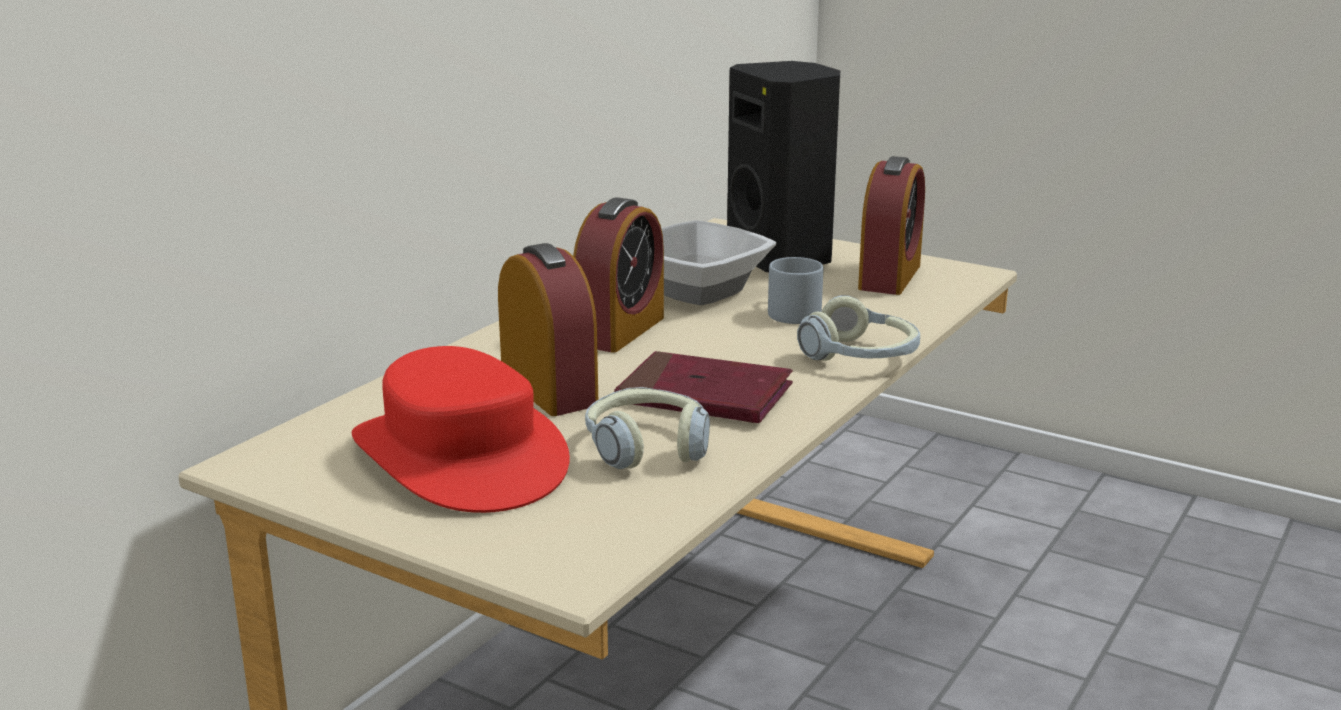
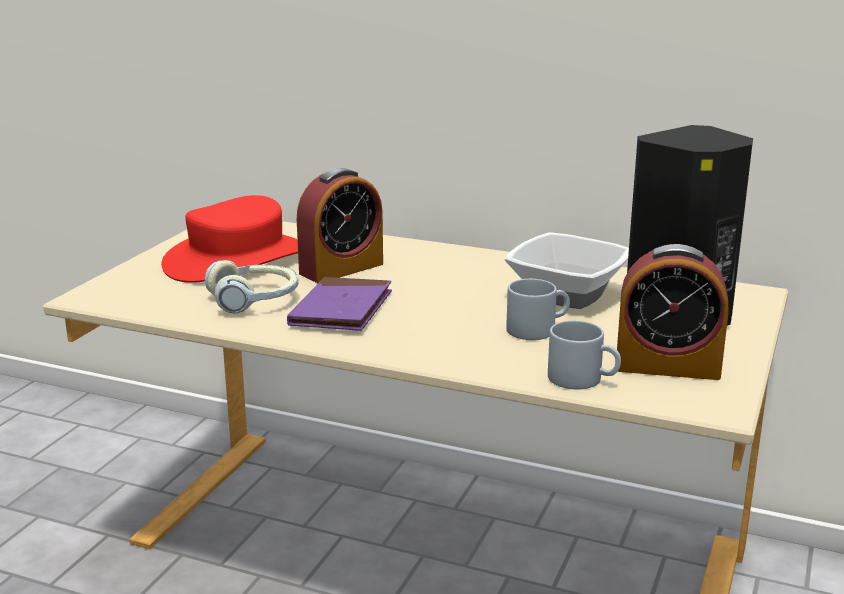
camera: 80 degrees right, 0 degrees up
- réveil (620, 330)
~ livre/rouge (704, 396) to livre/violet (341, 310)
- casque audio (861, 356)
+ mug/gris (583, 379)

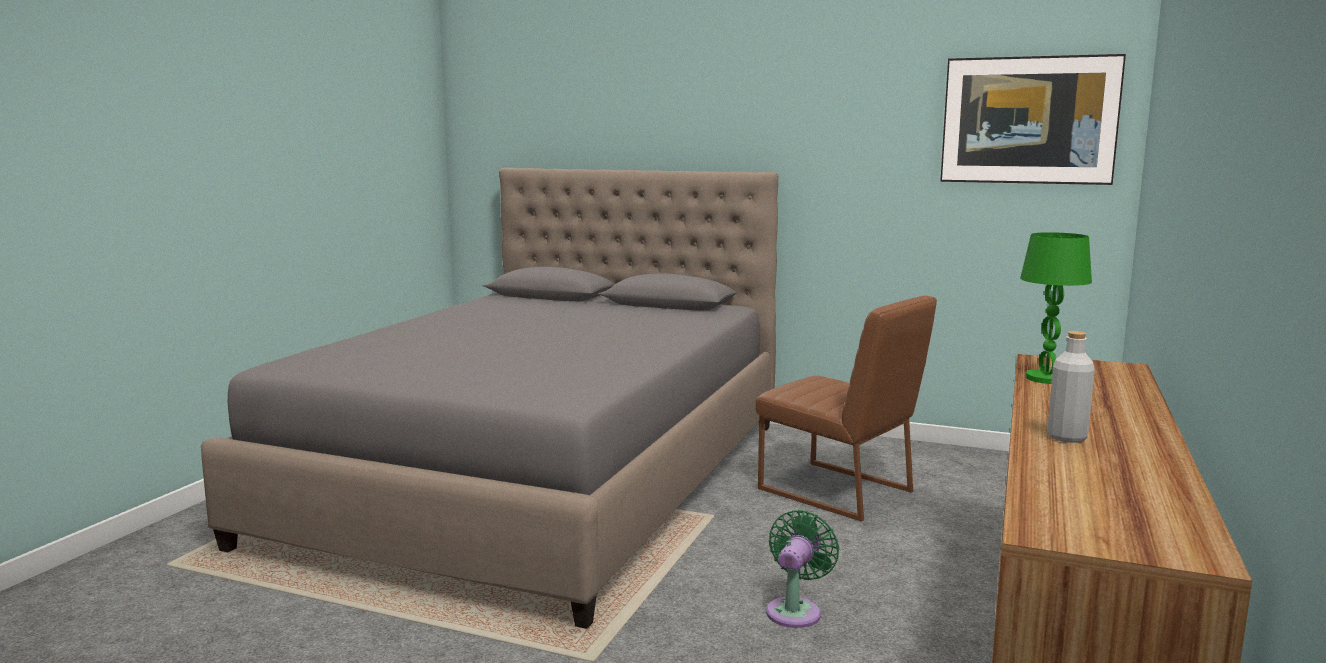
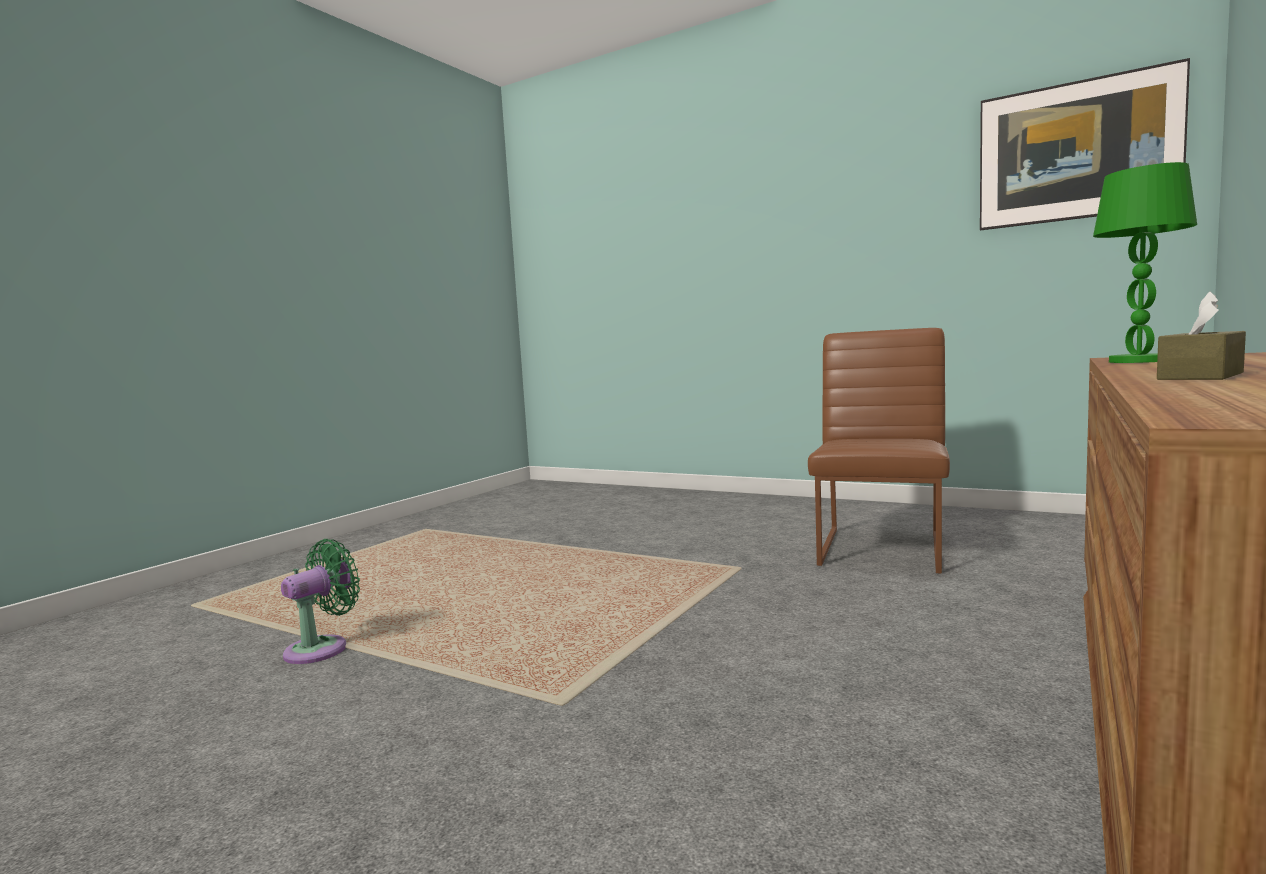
camera: 10 degrees right, 5 degrees down
- lit/gris (542, 479)
~ chaise/marron (838, 491) = (882, 548) 120 degrees counterclockwise
~ ventilateur/vert (795, 610) to (322, 648)
~ bouteille/gris (1066, 437) to boîte à mouchoirs/marron (1200, 376)

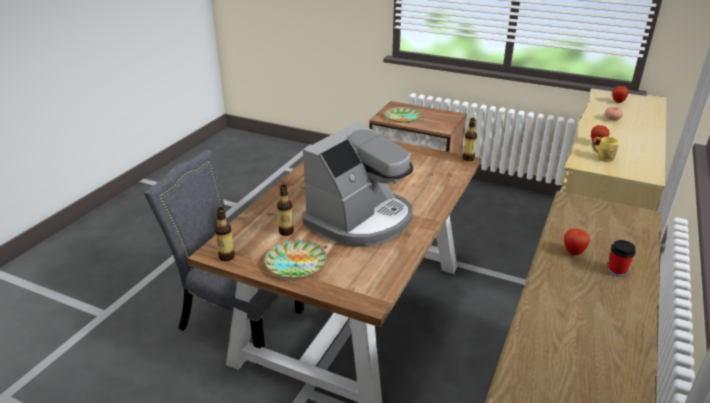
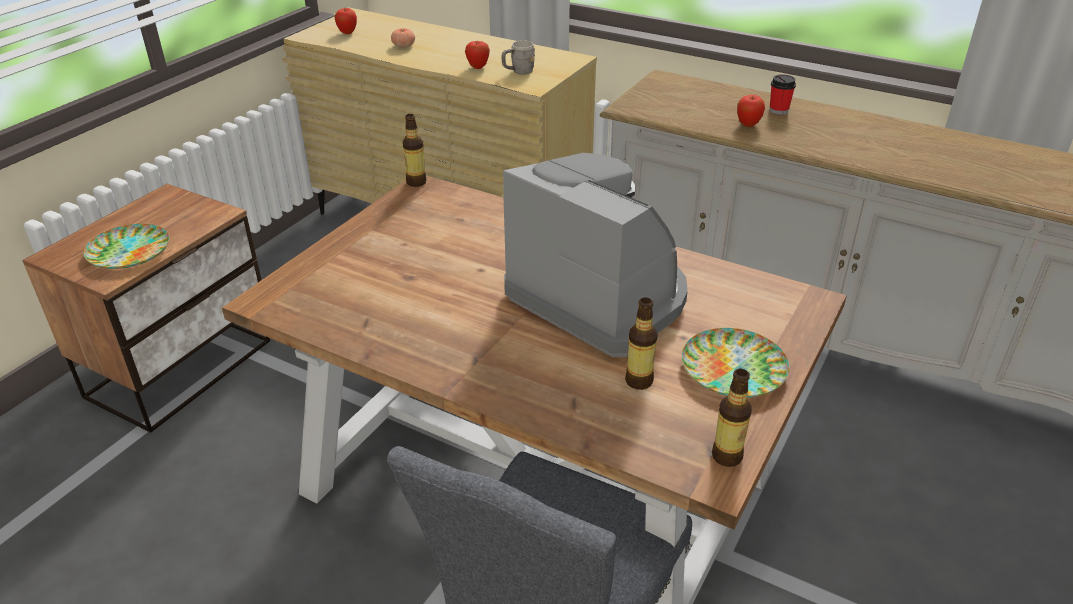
camera: 85 degrees left, 5 degrees up
~ mug/jaune (602, 157) to mug/gris (518, 72)

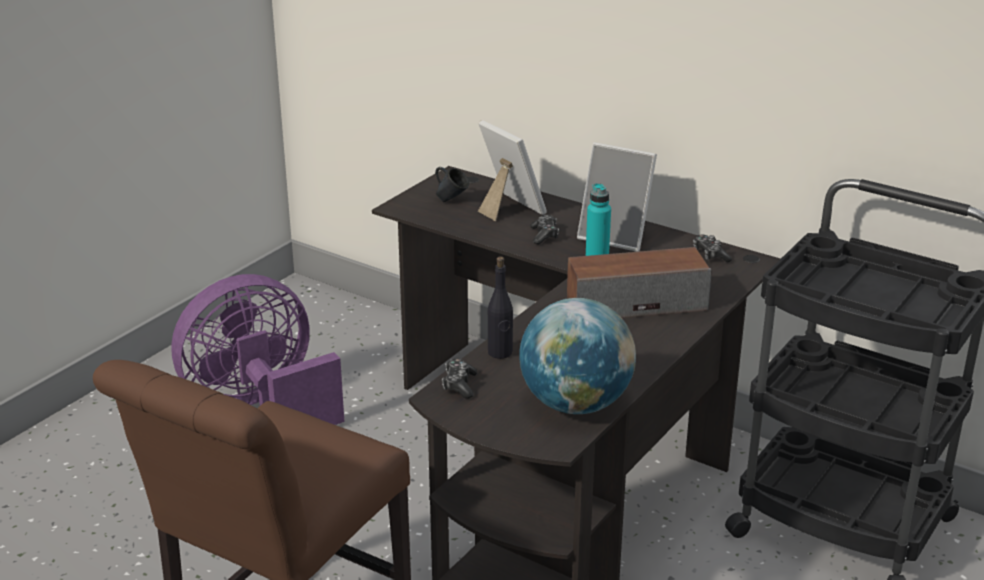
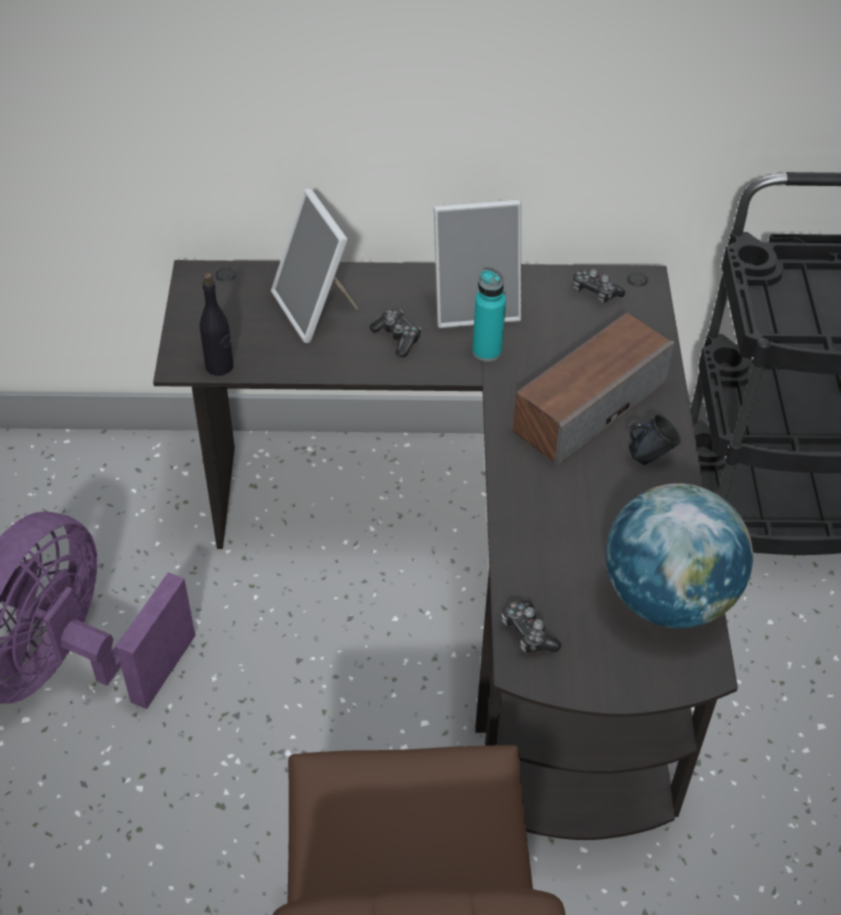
camera: 35 degrees left, 20 degrees up
~ mug/bleu (451, 201) to (649, 457)
~ cadre photo (508, 209) = (316, 309) 135 degrees counterclockwise
~ bouteille/noir (500, 352) to (219, 366)

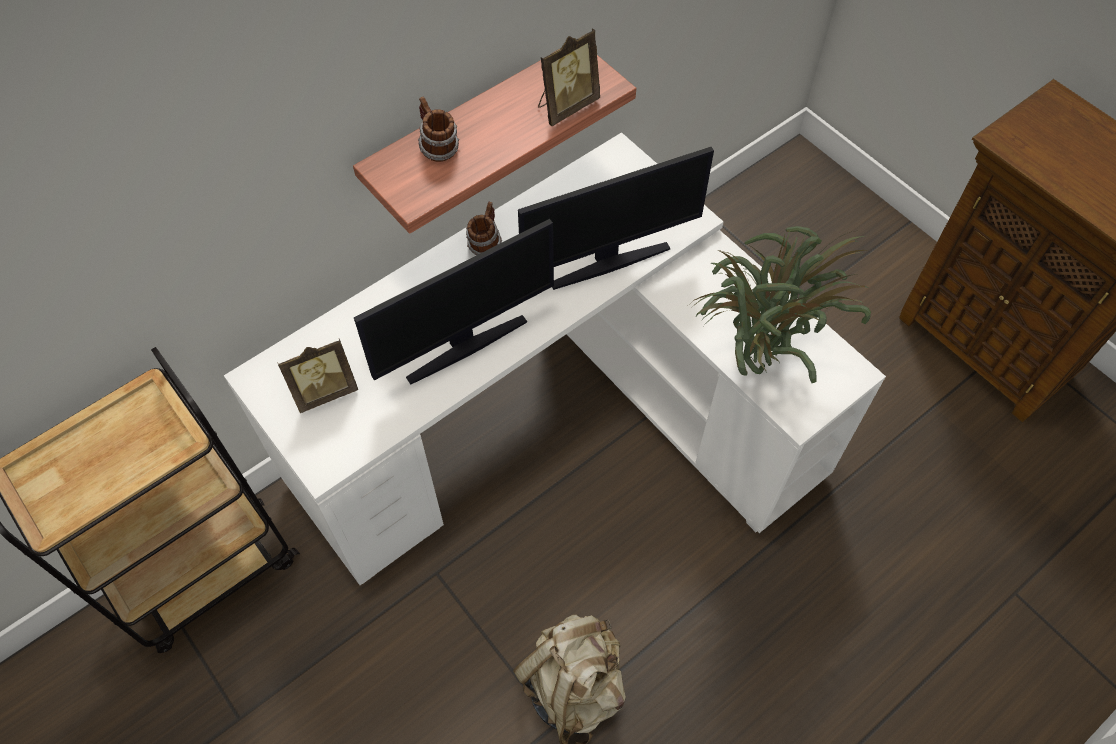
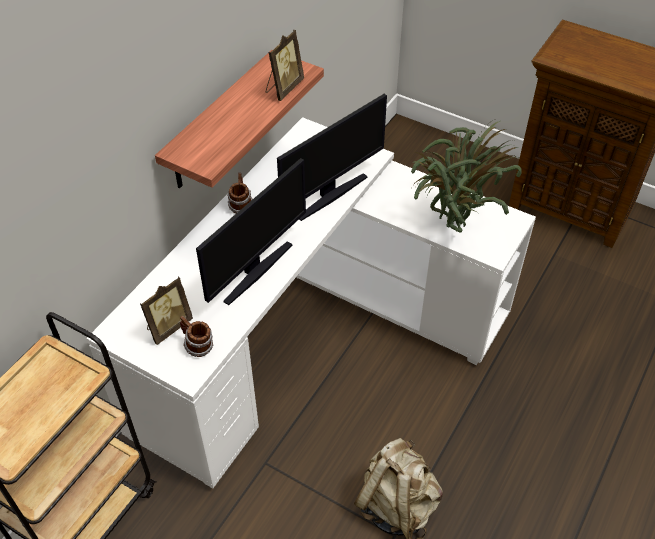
camera: 20 degrees left, 10 degrees down
~ mug (437, 148) to (197, 346)

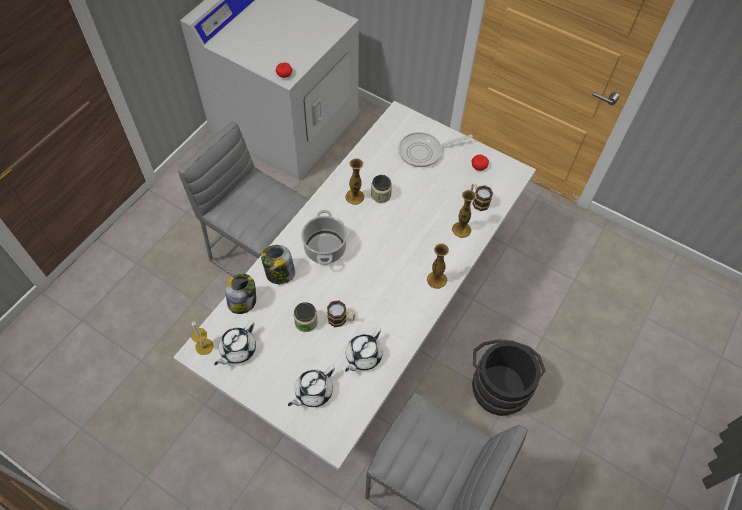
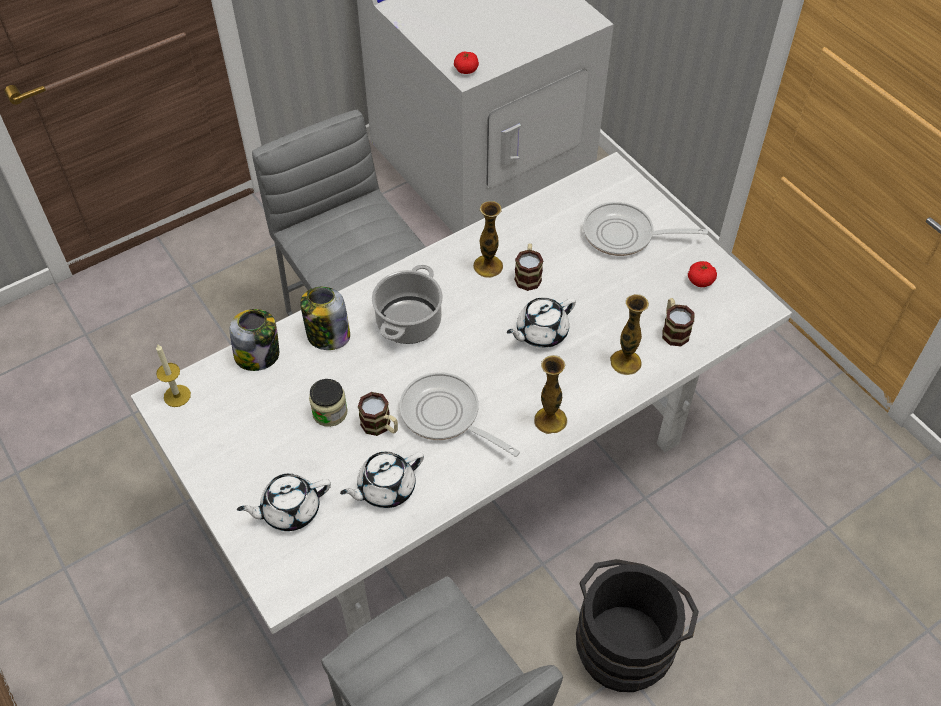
camera: 25 degrees right, 5 degrees down
~ théière/blanc (237, 350) to (540, 332)
~ bocal (381, 195) to mug (528, 275)
+ poêle (445, 416)

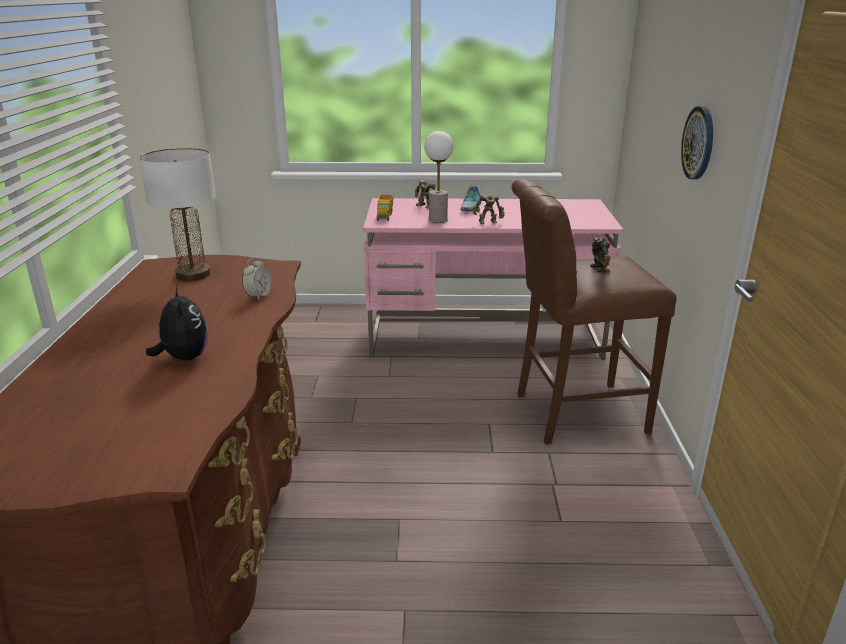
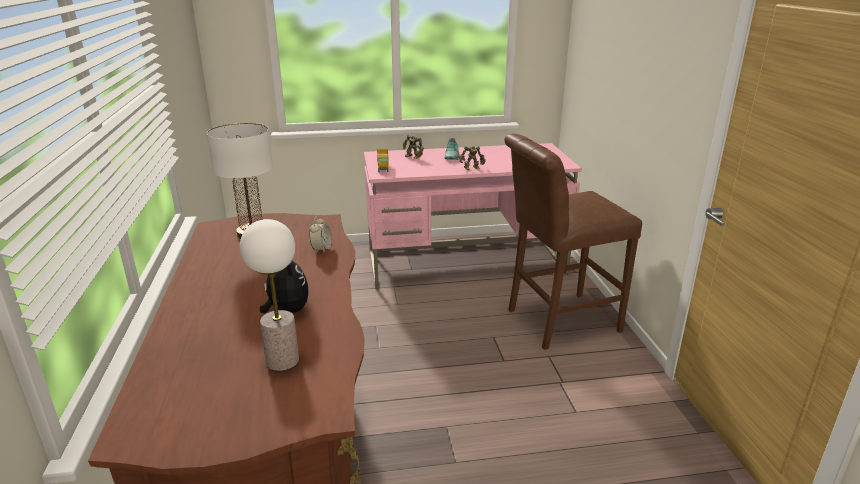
camera: 10 degrees left, 0 degrees up
~ lampe de table (438, 220) to (282, 361)
- robot jouet (601, 268)
- horloge murale (699, 143)

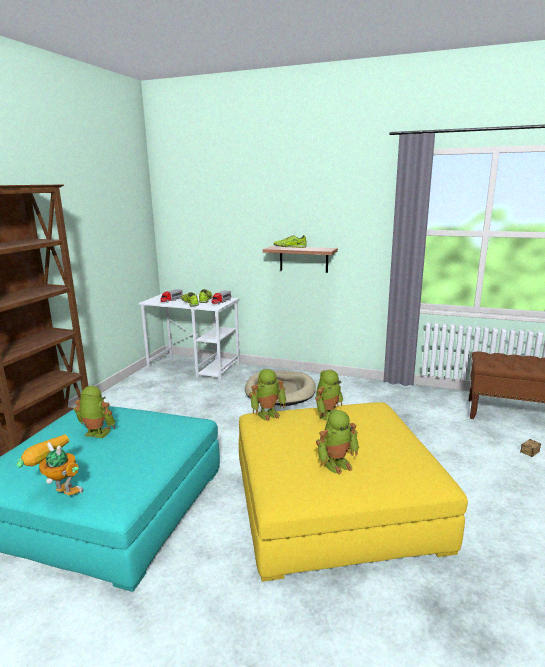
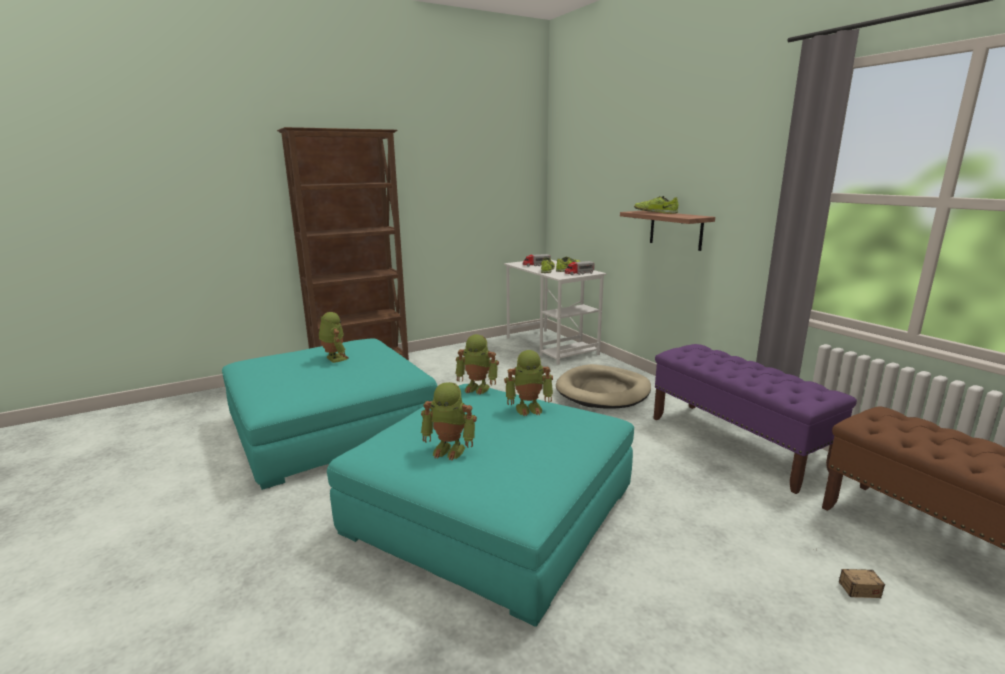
camera: 40 degrees right, 0 degrees up
- robot jouet (58, 493)
~ pouf/jaune (334, 503) to pouf/turquoise (491, 510)
+ banc/violet (736, 443)

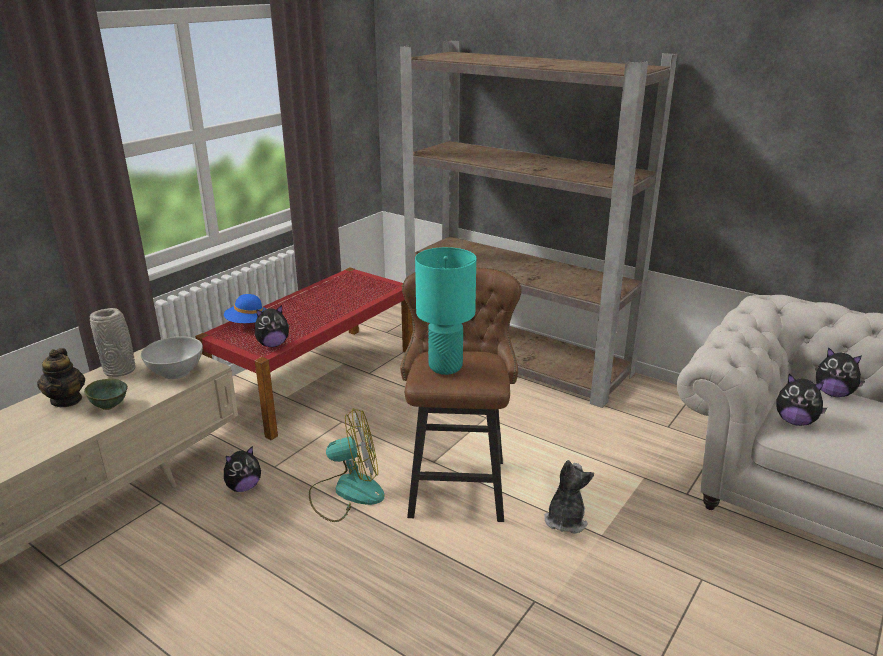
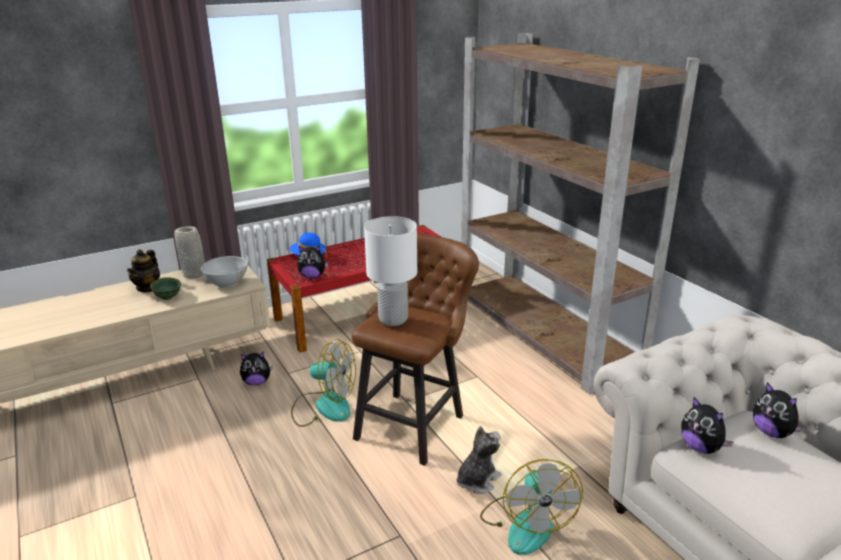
camera: 25 degrees right, 0 degrees up
~ lampe de table/turquoise (445, 369) to lampe de table/blanc (393, 321)
+ ventilateur (526, 523)

